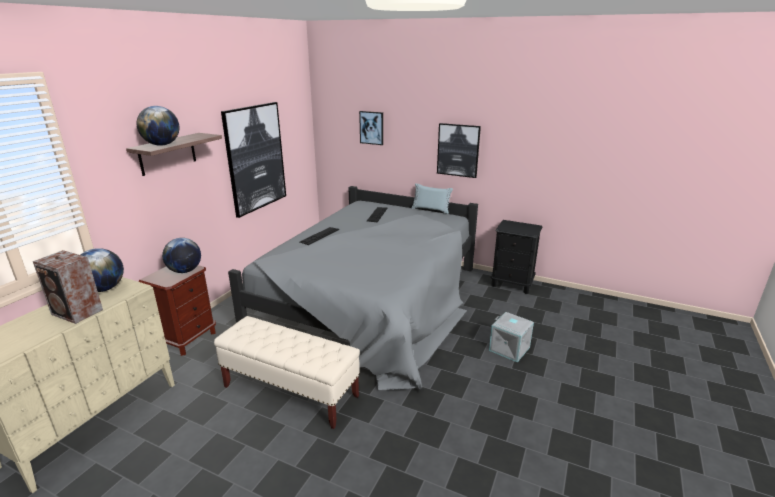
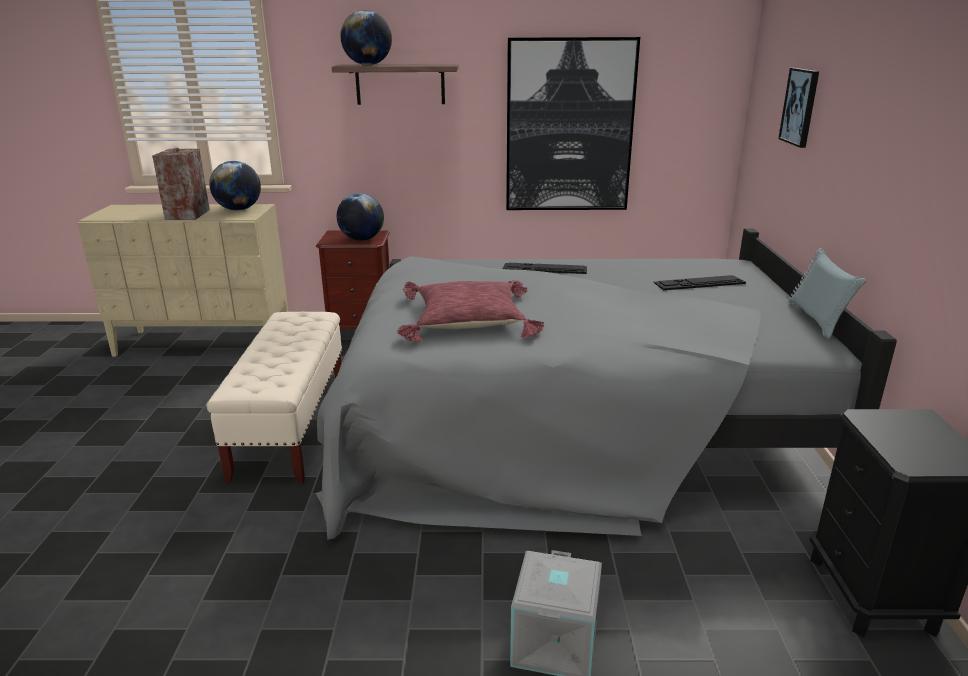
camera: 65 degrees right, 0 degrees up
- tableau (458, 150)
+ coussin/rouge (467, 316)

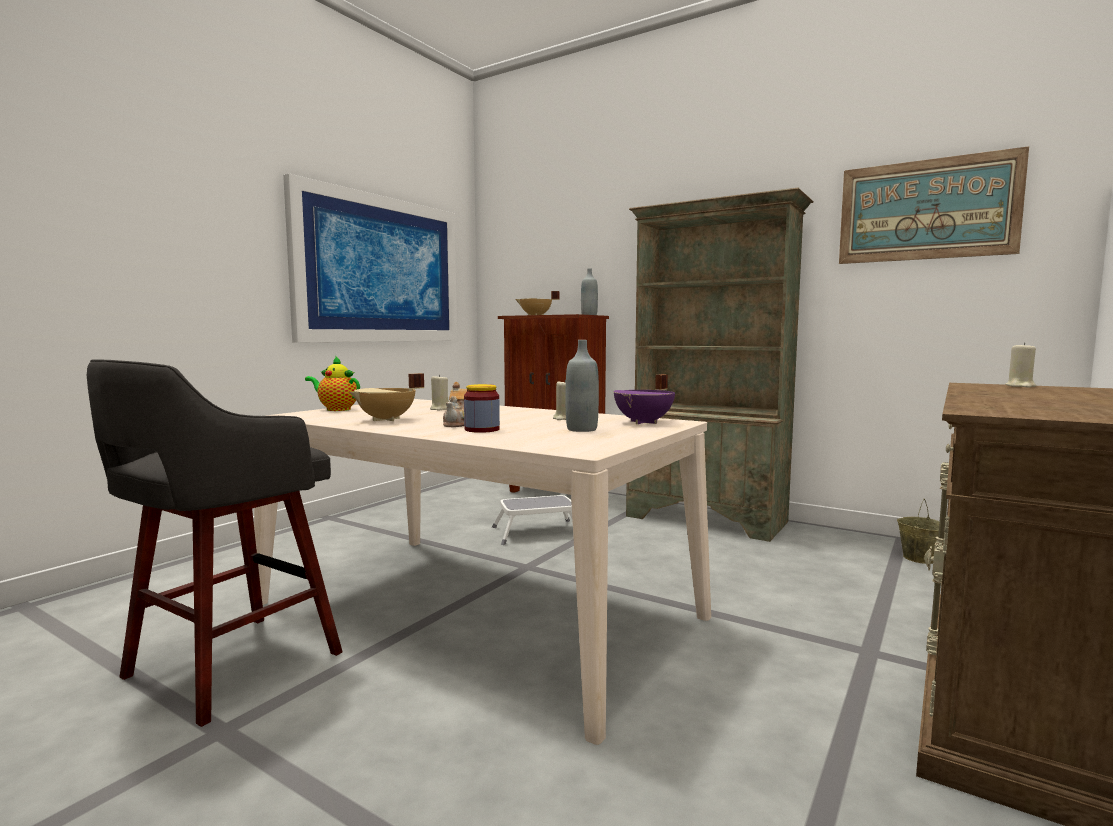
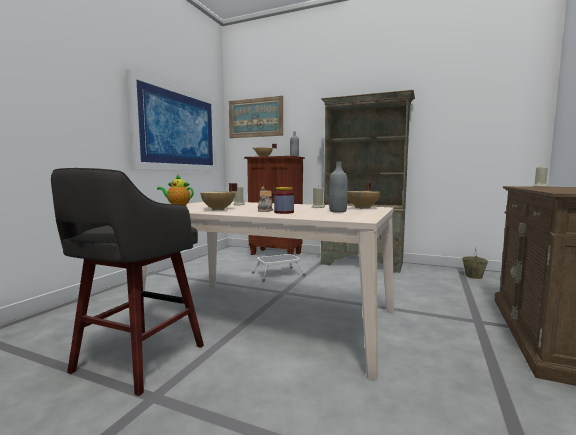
camera: 10 degrees left, 0 degrees up
~ marmite/violet (645, 422) to marmite/beige (363, 208)
~ tableau (926, 210) to (255, 118)

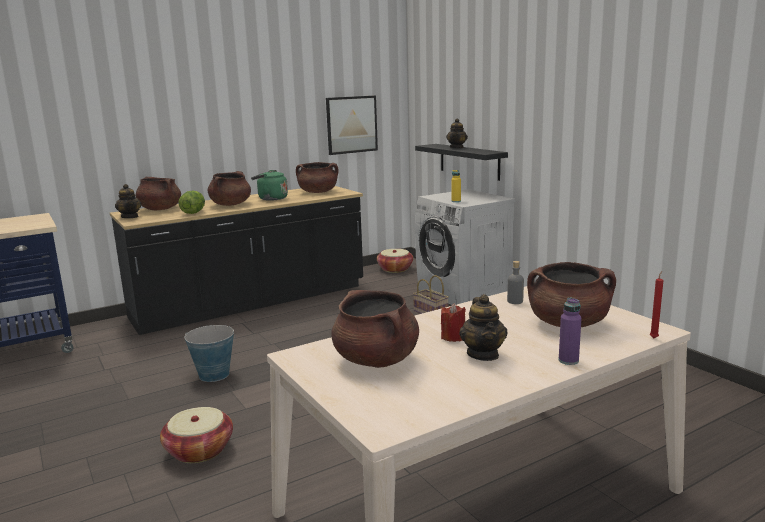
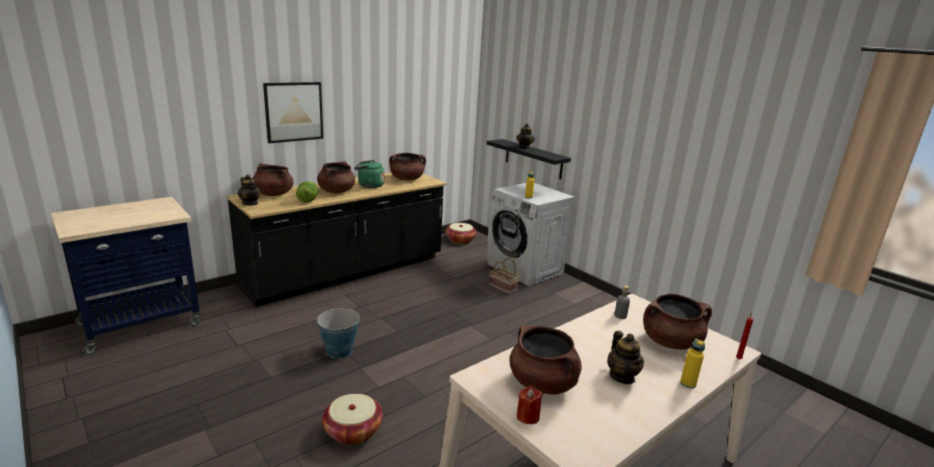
camera: 10 degrees left, 5 degrees up
~ tableau (351, 124) to (294, 112)
~ bougie/rouge (453, 337) to (528, 416)
~ bouteille/violet (568, 360) to bouteille/jaune (688, 383)

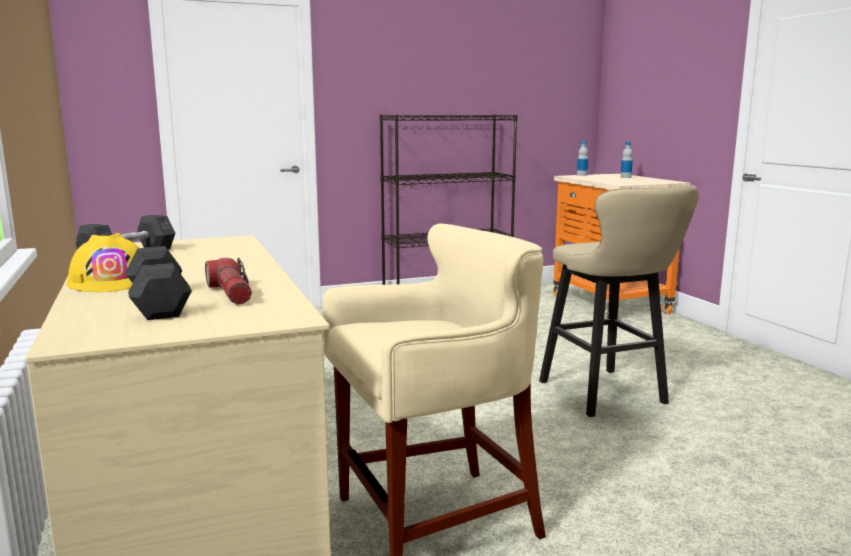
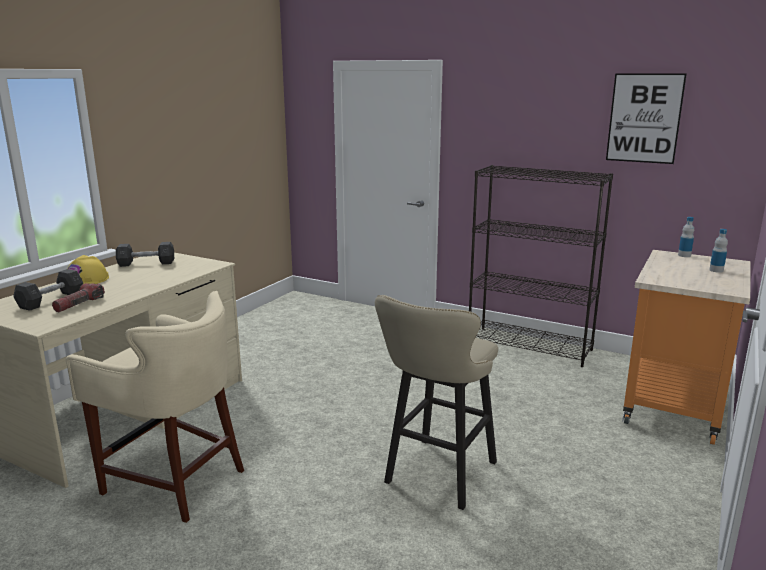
camera: 50 degrees right, 5 degrees up
+ tableau (644, 118)

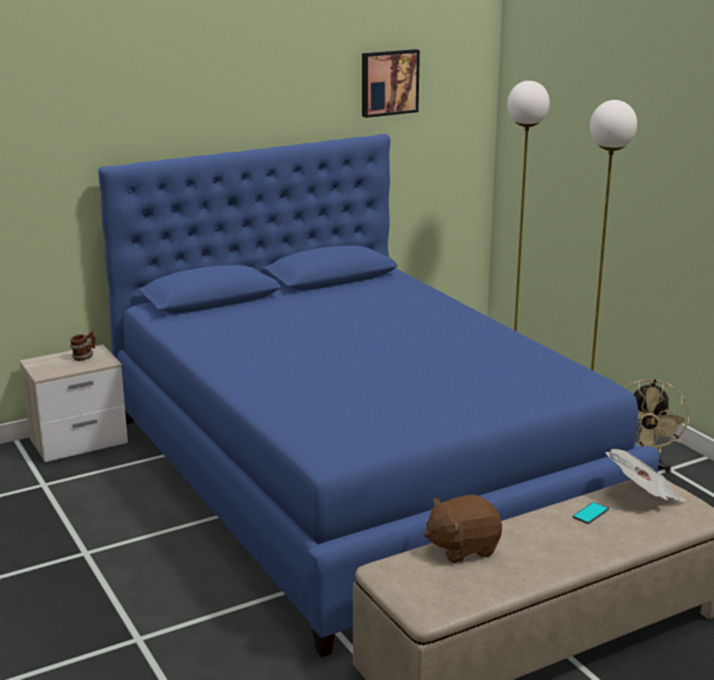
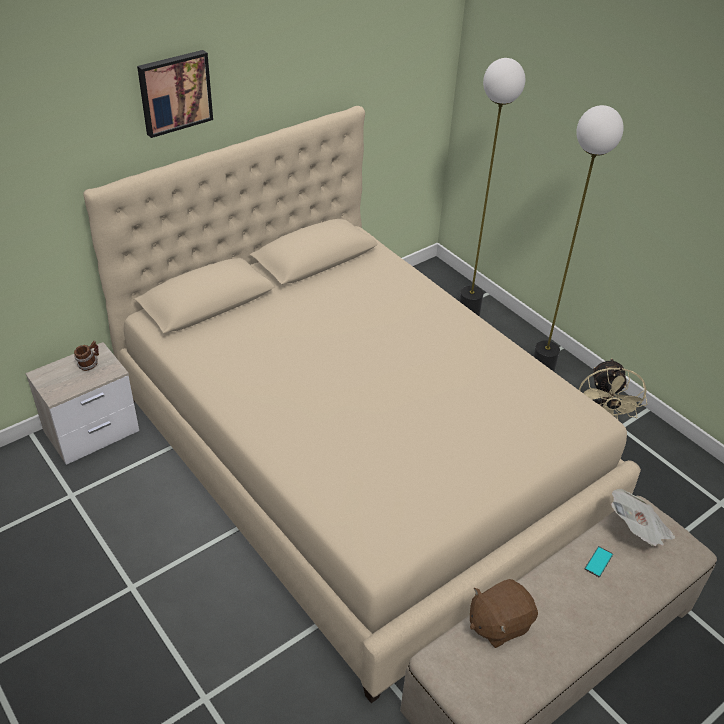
camera: 10 degrees left, 20 degrees up
~ lit/bleu (356, 475) to lit/beige (356, 457)
~ tableau (388, 82) to (174, 92)

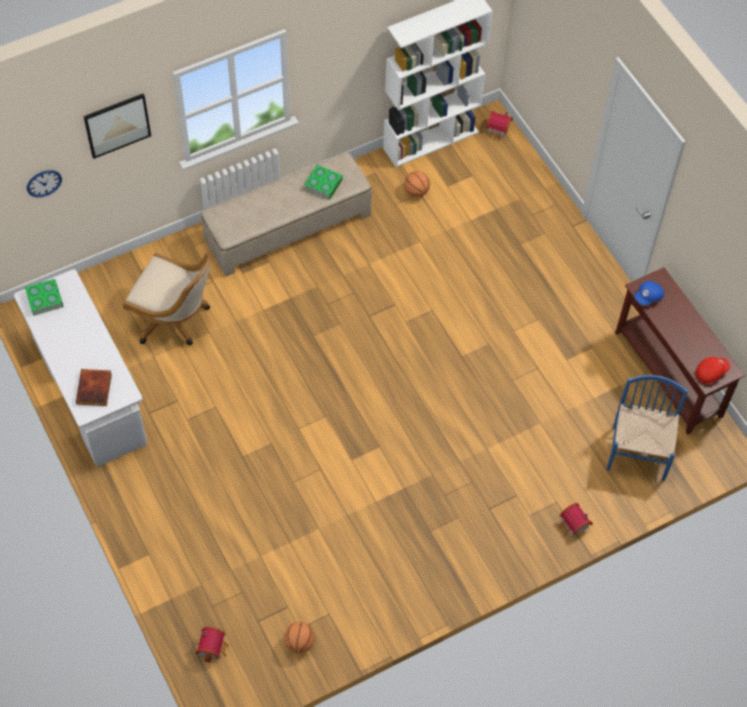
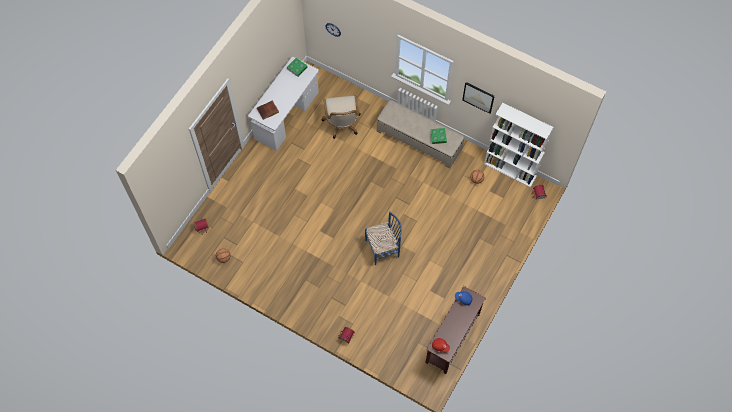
camera: 60 degrees right, 5 degrees up
~ tableau (117, 125) to (478, 97)
~ chaise/bleu (639, 450) to (383, 248)

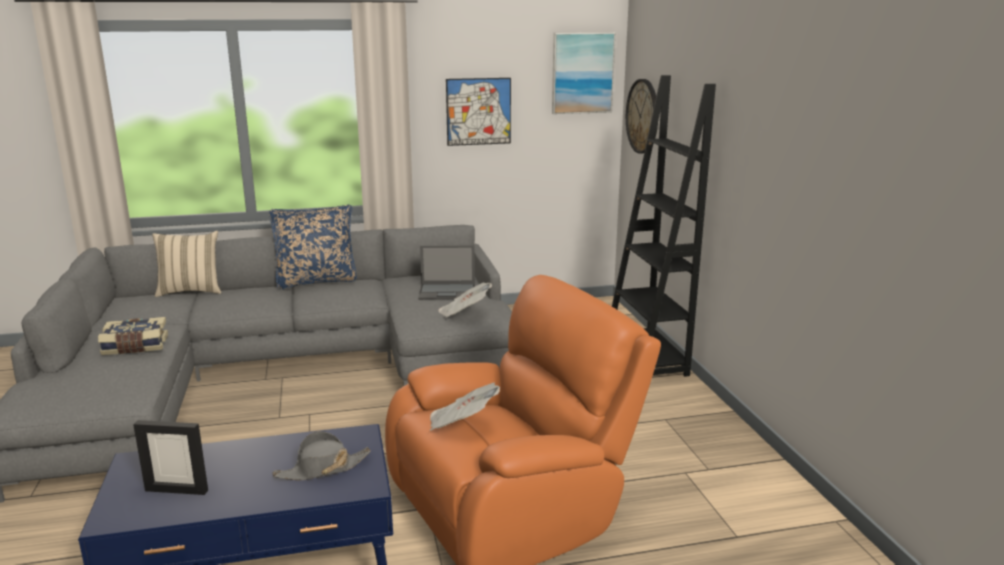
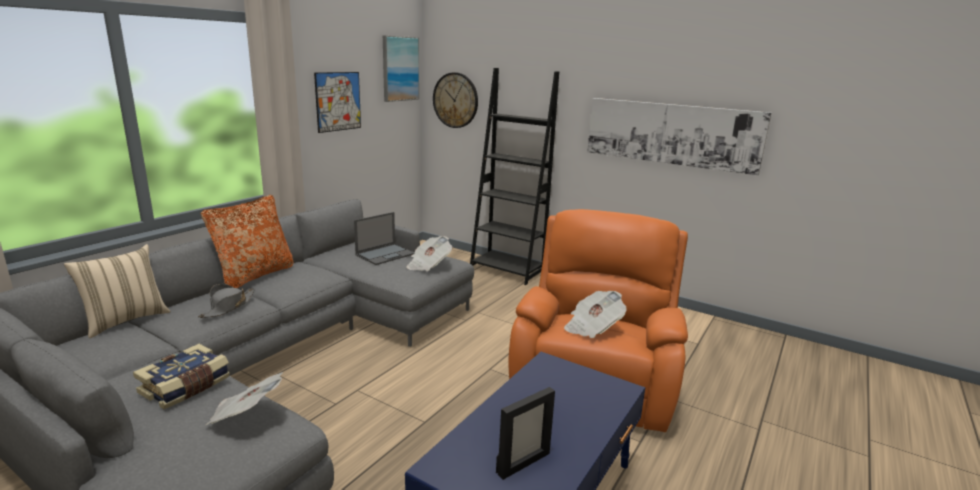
camera: 45 degrees left, 0 degrees up
~ coussin/bleu (317, 283) to coussin/orange (256, 276)
~ chapeau/gris (322, 469) to (228, 307)
+ journal (247, 415)
+ tableau (671, 134)

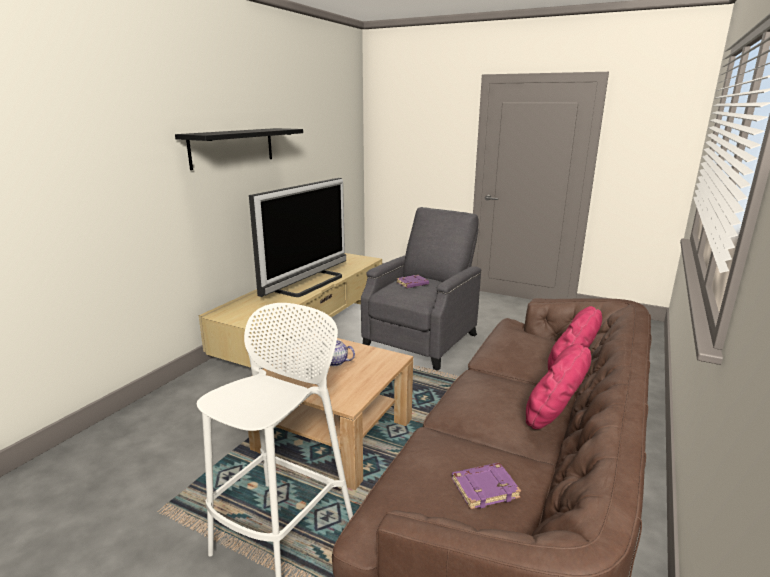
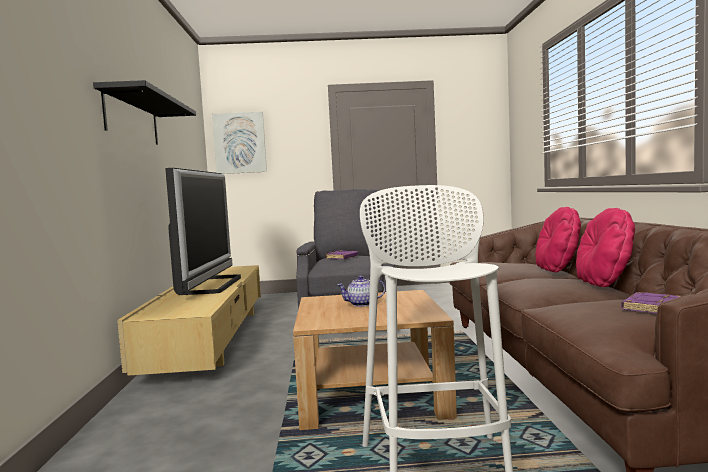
camera: 30 degrees left, 15 degrees down
+ tableau (240, 143)

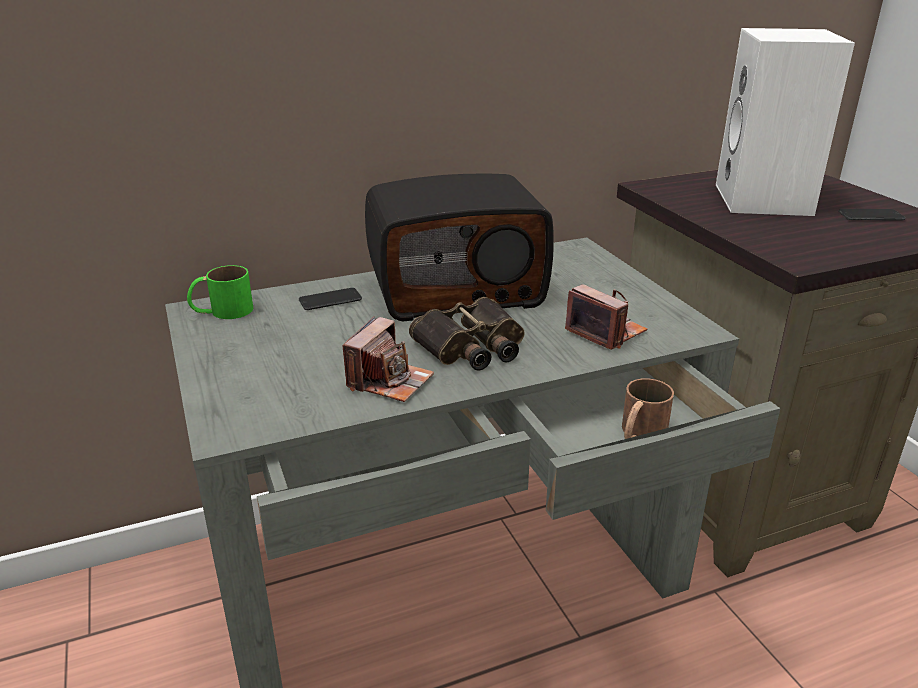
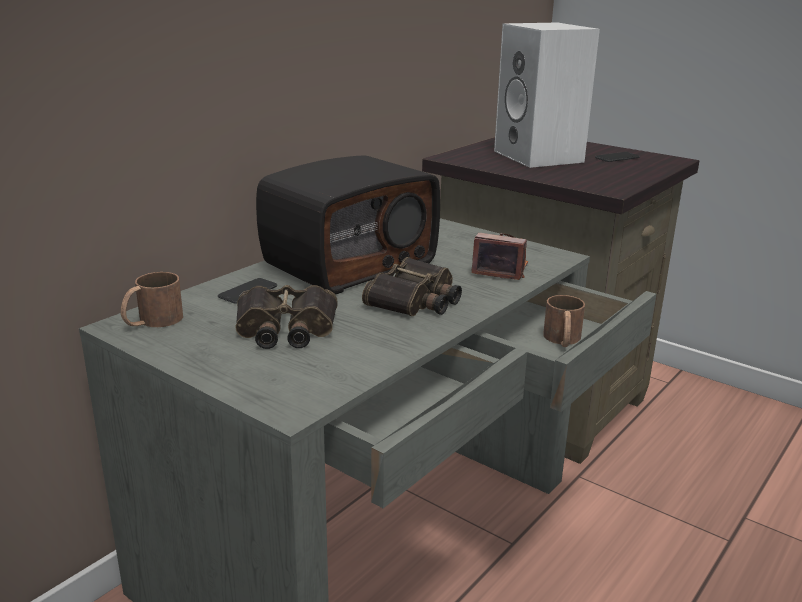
camera: 30 degrees left, 5 degrees down
~ mug/vert (222, 311) to mug/marron (152, 321)
- appareil photo (389, 381)
+ jumelles (285, 329)

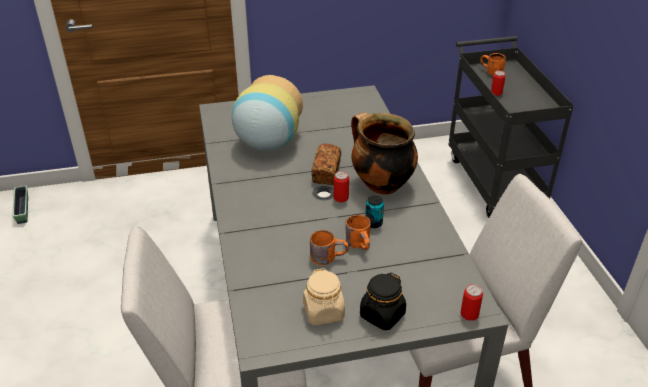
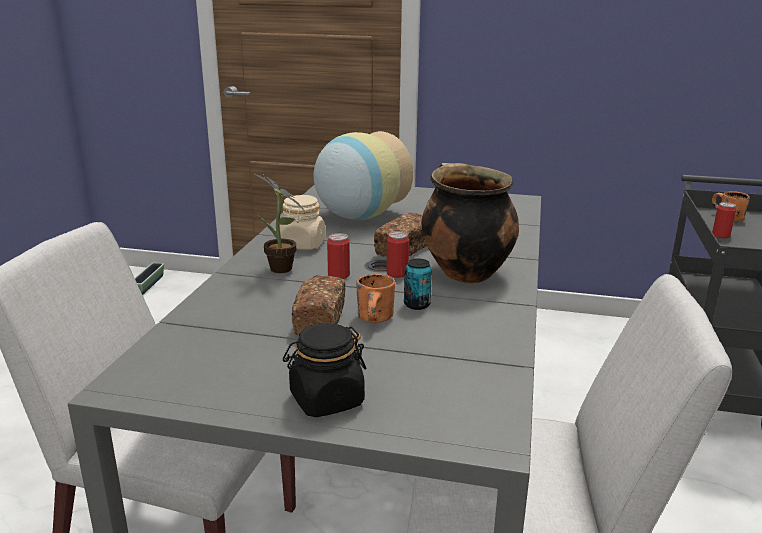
camera: 25 degrees right, 15 degrees down
~ bocal/beige (323, 312) to (302, 244)
~ mug/orange (328, 256) to pain (319, 321)
~ boîte métallique (469, 314) to (338, 275)
+ plante en pot (282, 270)

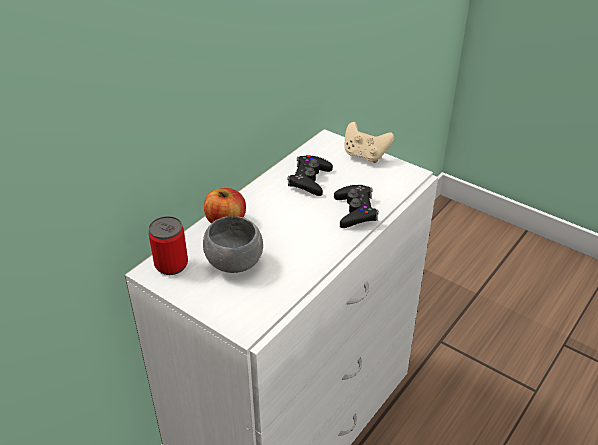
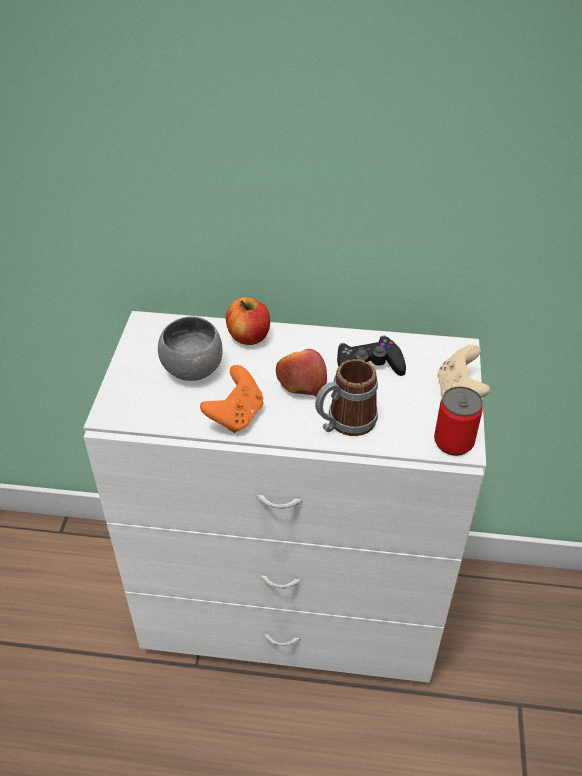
camera: 60 degrees right, 5 degrees up
~ boîte métallique (171, 264) to (453, 442)
~ manette/noir (355, 211) to mug (344, 423)
+ manette/orange (236, 416)
+ pomme (301, 382)

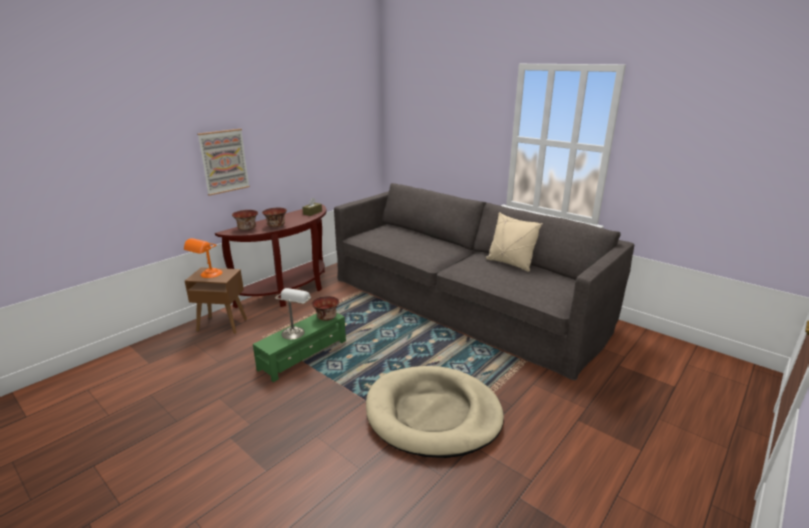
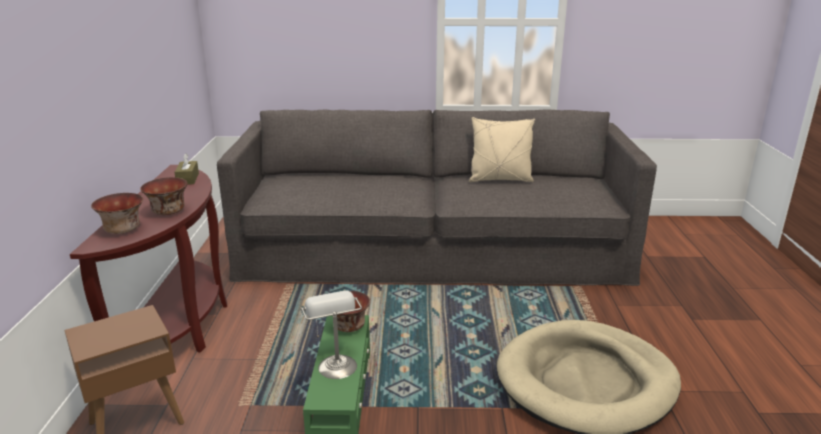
camera: 40 degrees left, 0 degrees up
- lampe de table/orange (208, 275)
- tableau (224, 161)

